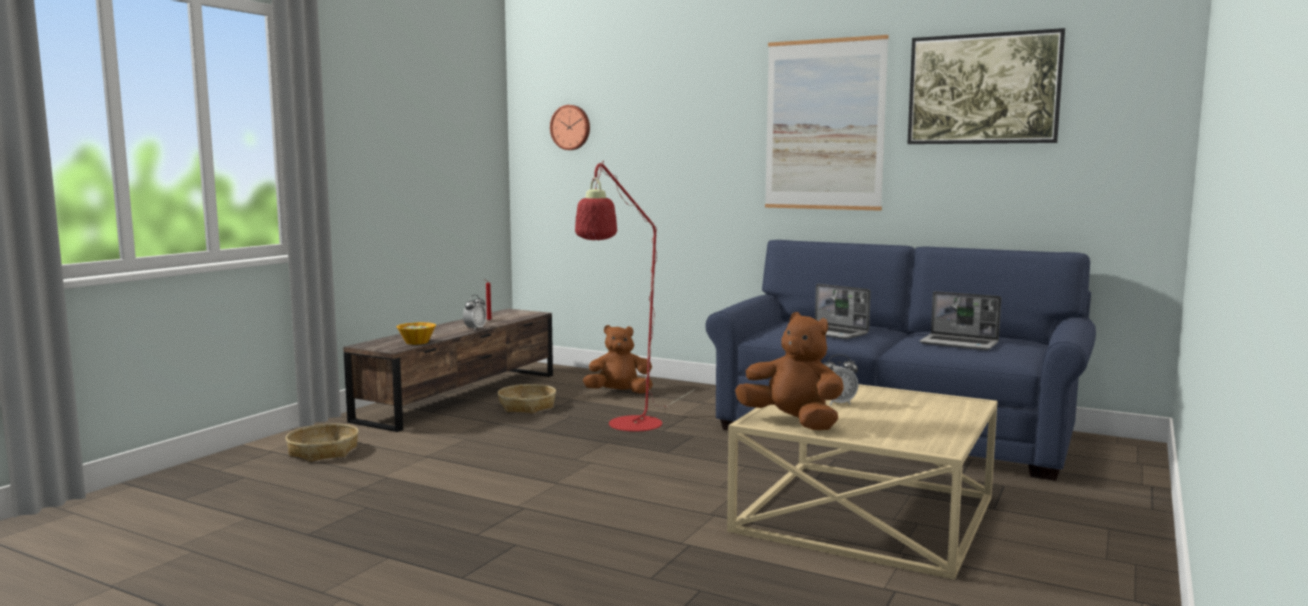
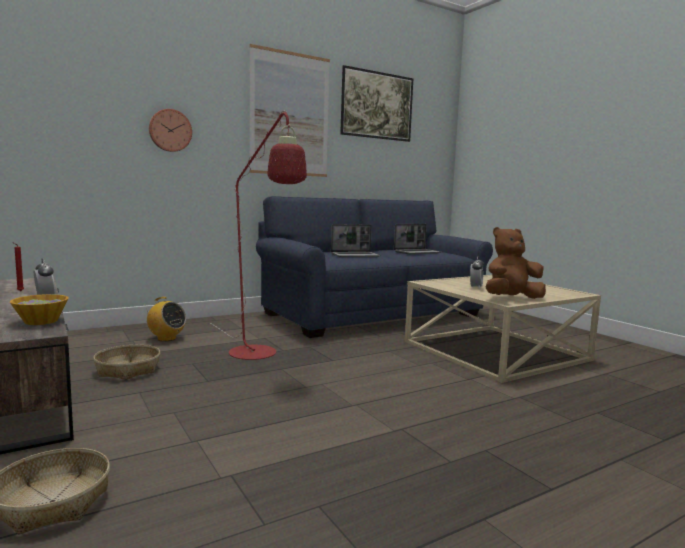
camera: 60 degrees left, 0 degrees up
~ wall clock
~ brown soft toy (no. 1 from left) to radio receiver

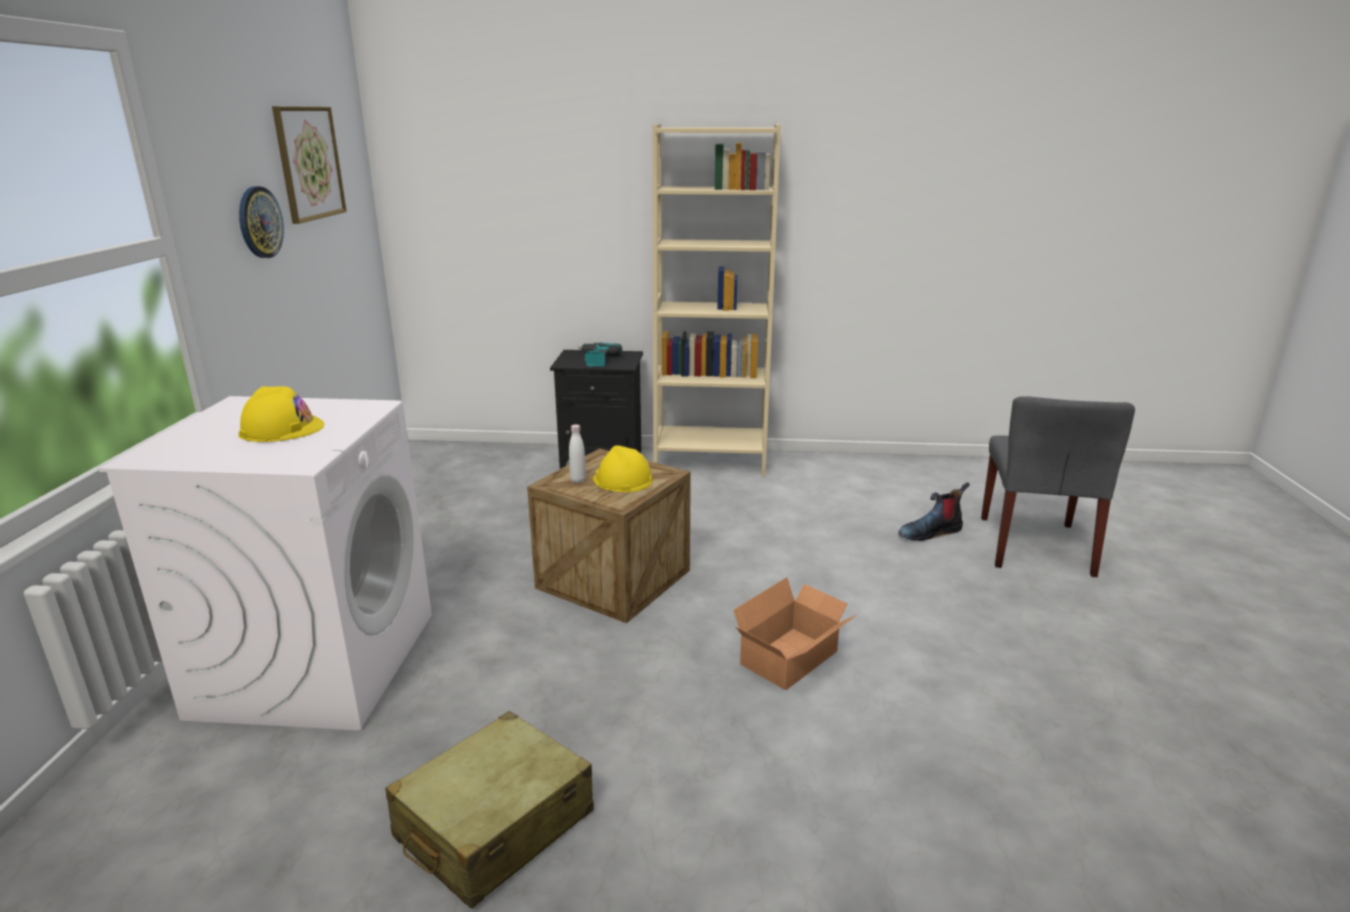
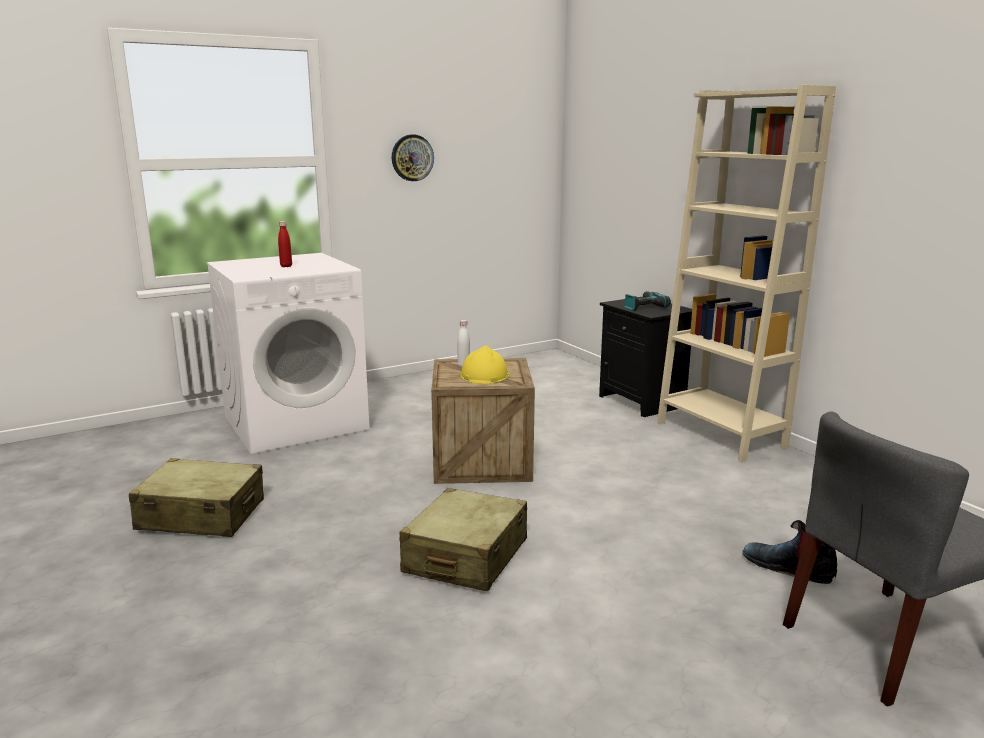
camera: 55 degrees right, 5 degrees down
- picture
~ yellowish hard hat (no. 1 from left) to red bottle
~ packing box to sand-coloured travel case (no. 2 from left)

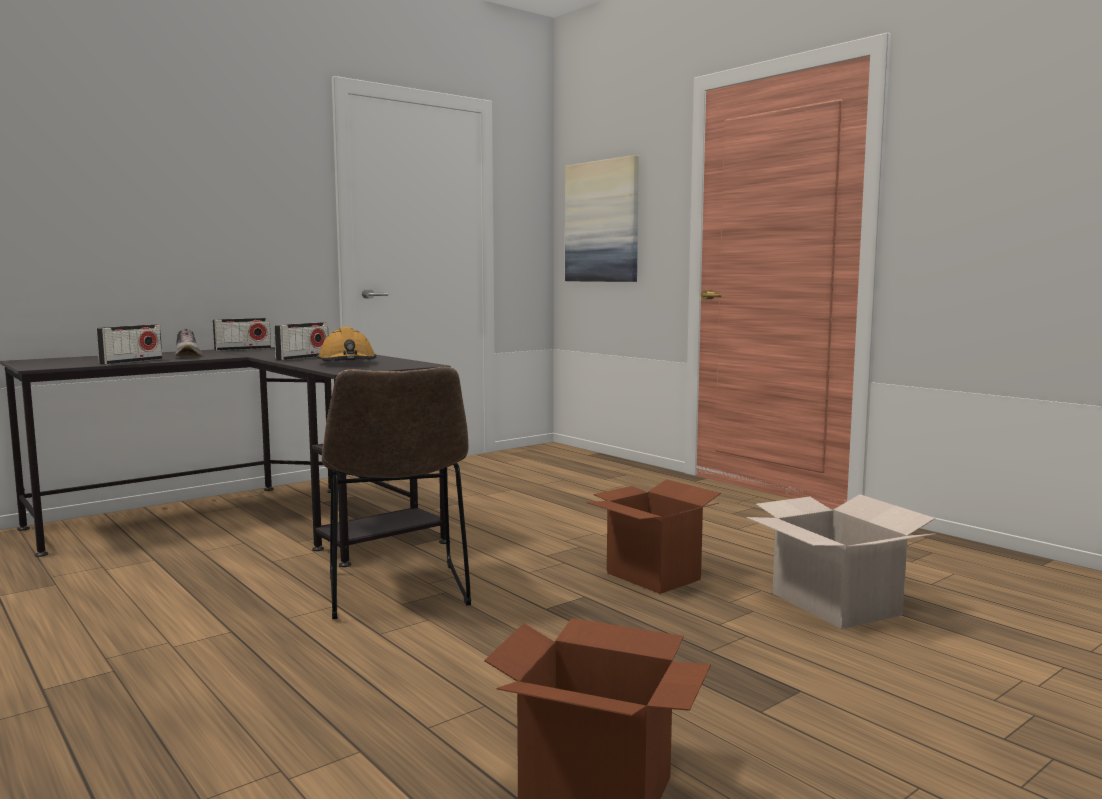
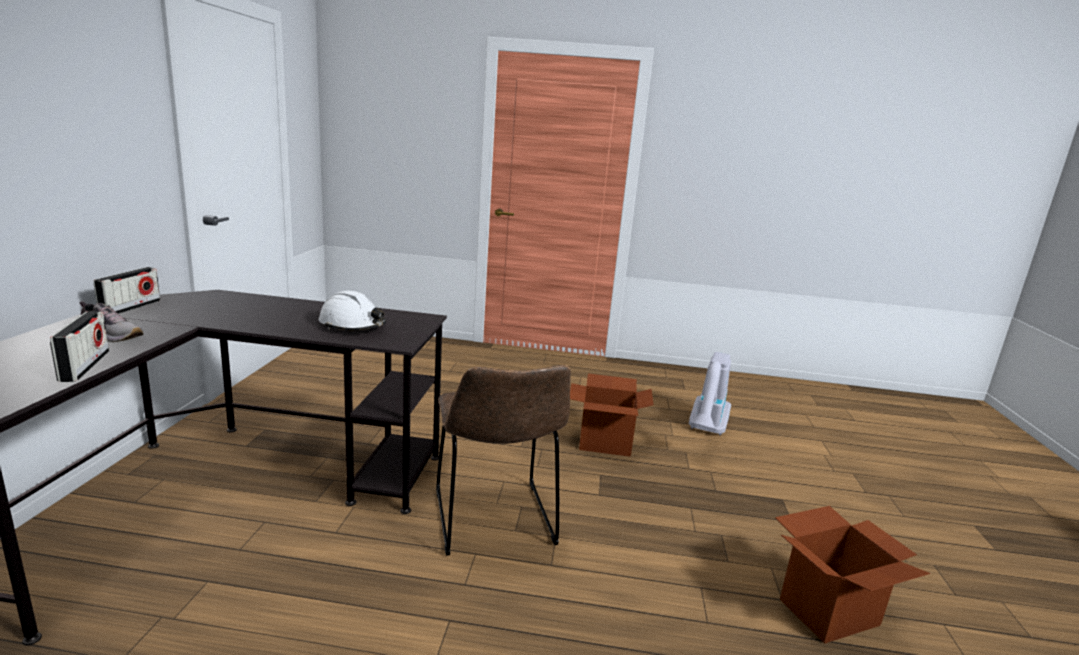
camera: 45 degrees left, 10 degrees up
- picture
- radio receiver (no. 3 from left)
~ orangey hard hat to white-coloured hard hat
~ brown upright chair 45 degrees clockwise
~ packing box (no. 3 from left) to vacuum

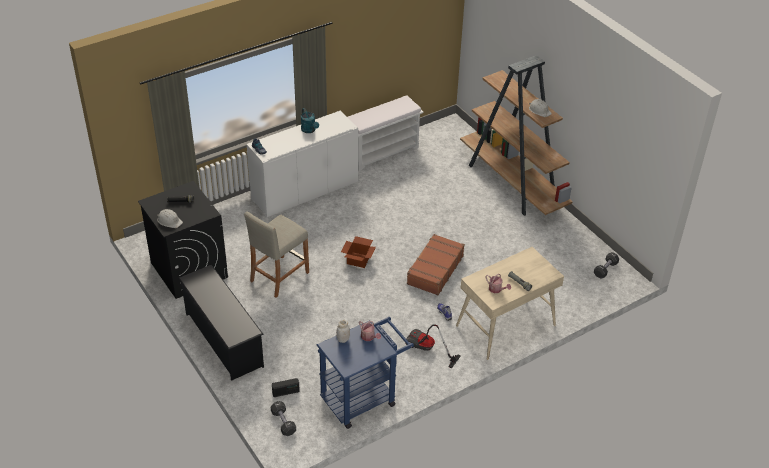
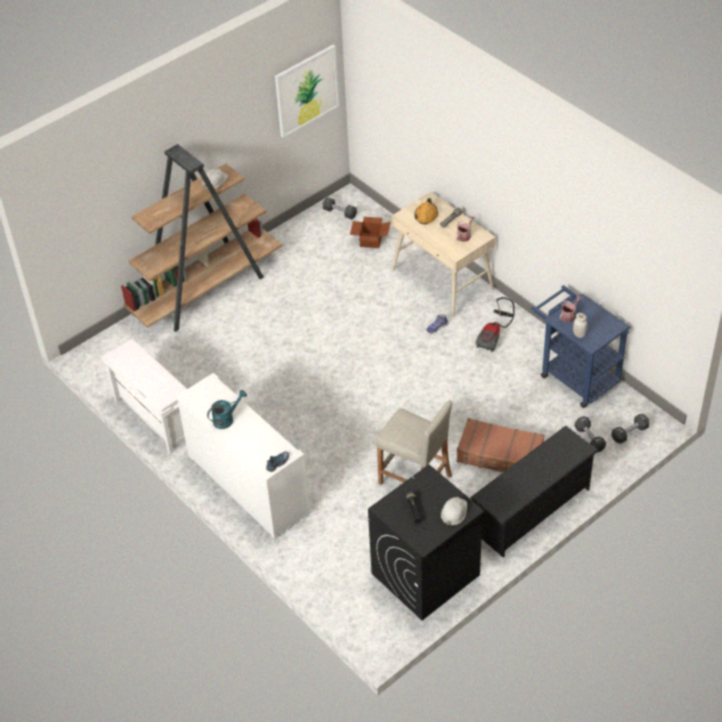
camera: 95 degrees left, 5 degrees up
~ brown travel case
~ packing box
~ radio receiver to black-coloured hand weight (no. 2 from left)
+ picture
+ orangey hard hat

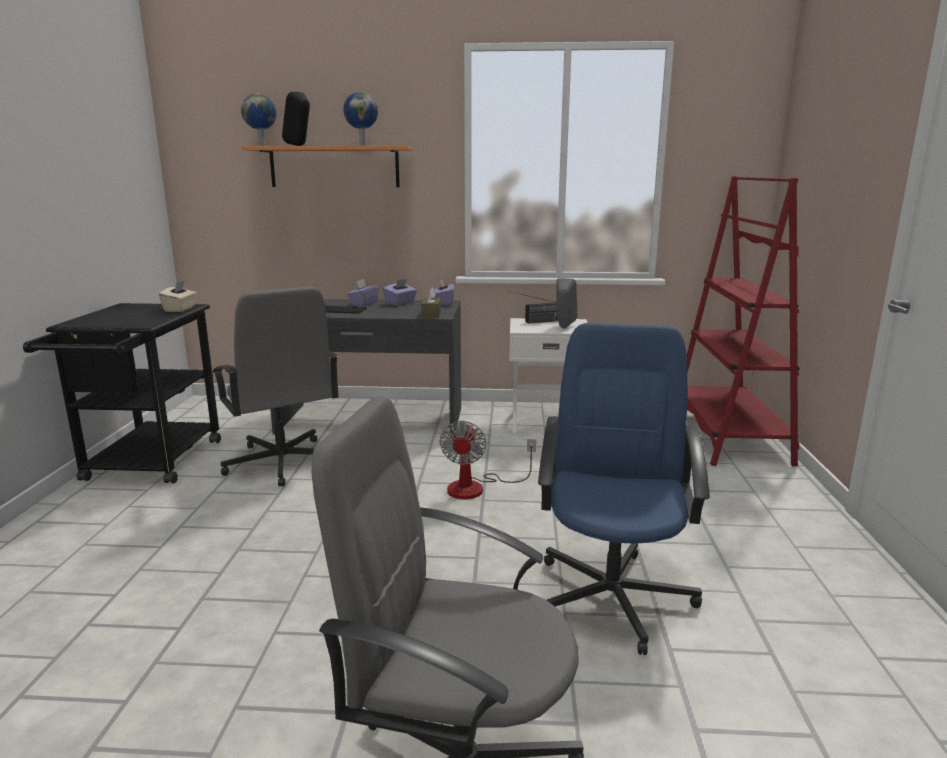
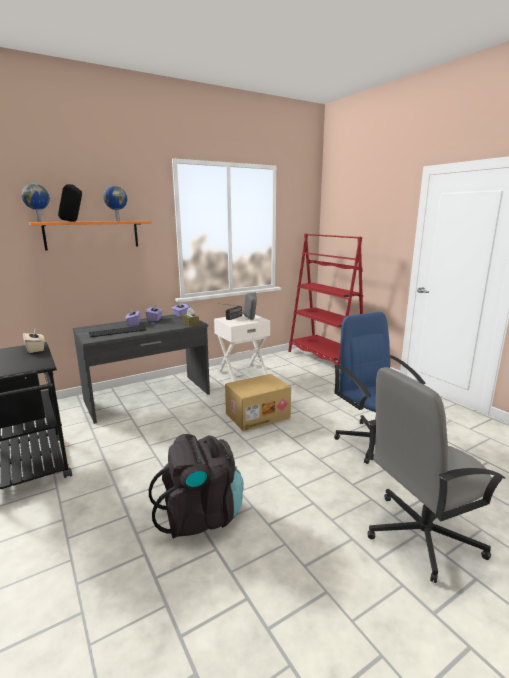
camera: 35 degrees left, 0 degrees up
- gray computer chair (no. 1 from left)
~ fan to packing box
+ black-coloured rucksack

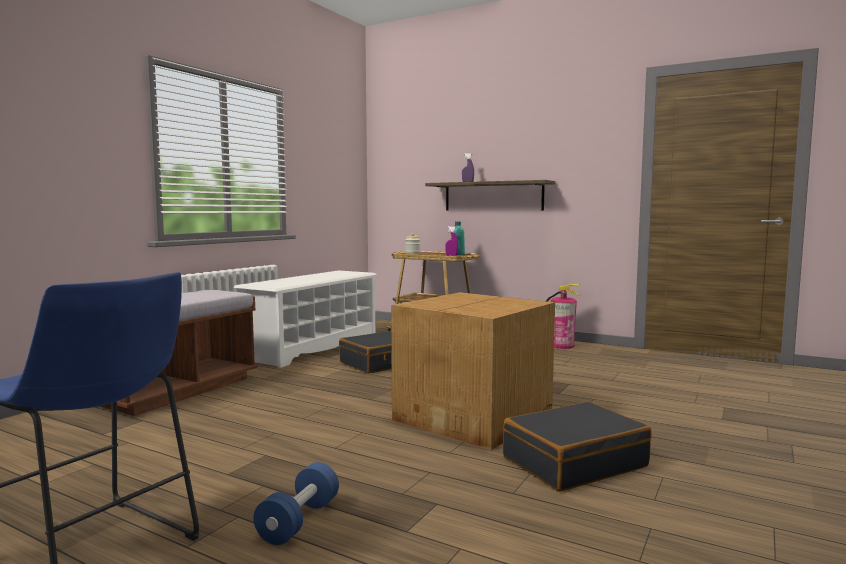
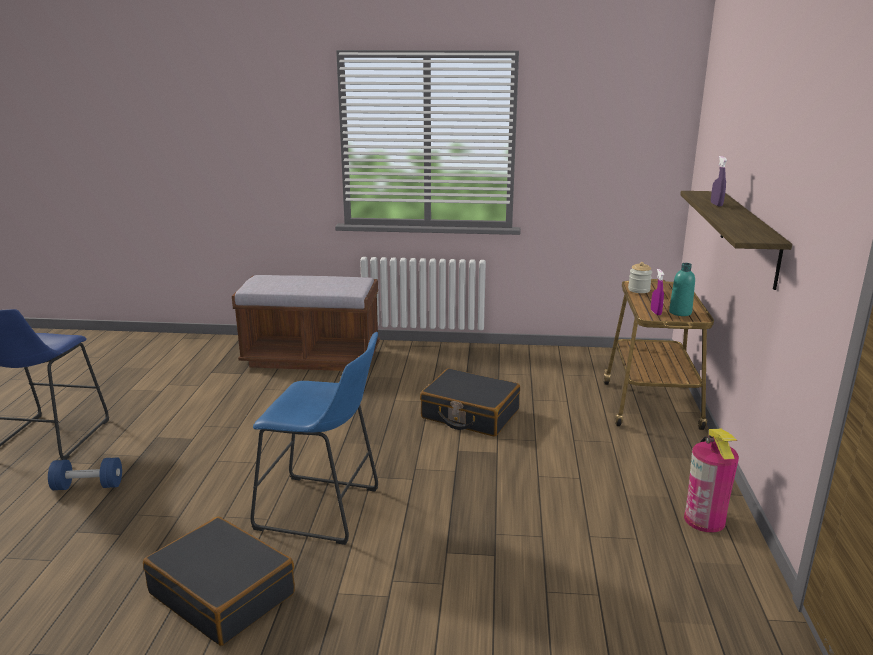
camera: 65 degrees right, 15 degrees up
- white-coloured shoe stand
~ packing box to blue stool seat (no. 2 from left)

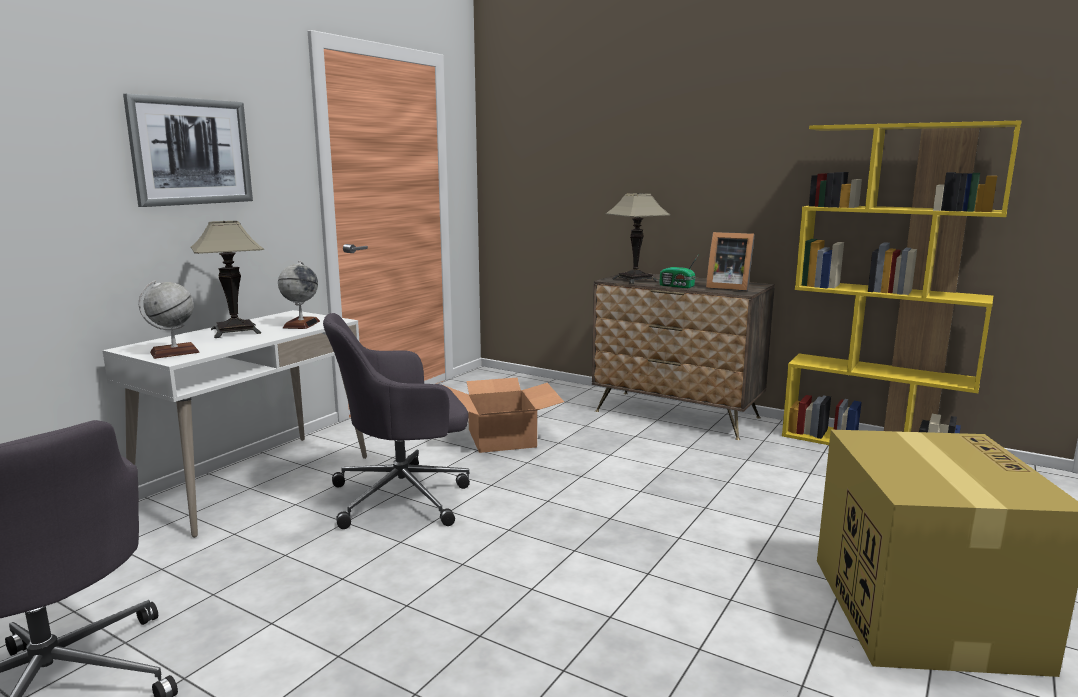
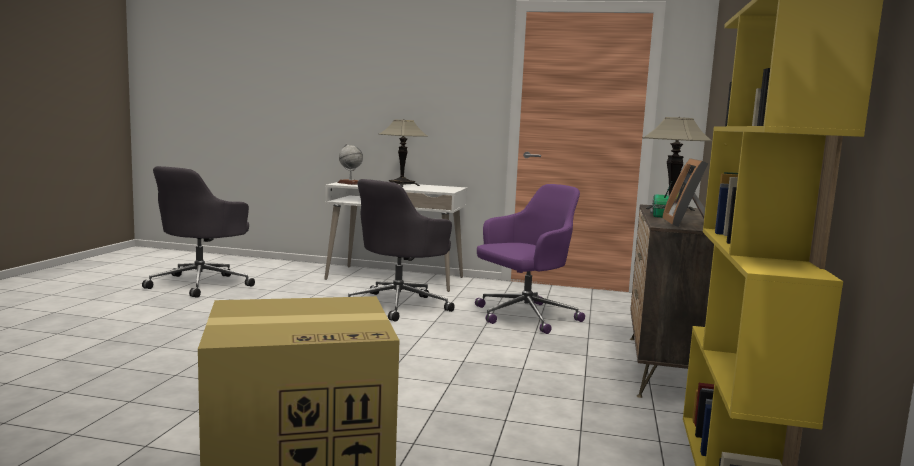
camera: 70 degrees right, 5 degrees down
- picture
- desk globe (no. 2 from left)
~ gray computer chair (no. 2 from left) 105 degrees counterclockwise
~ packing box (no. 1 from left) to purple computer chair

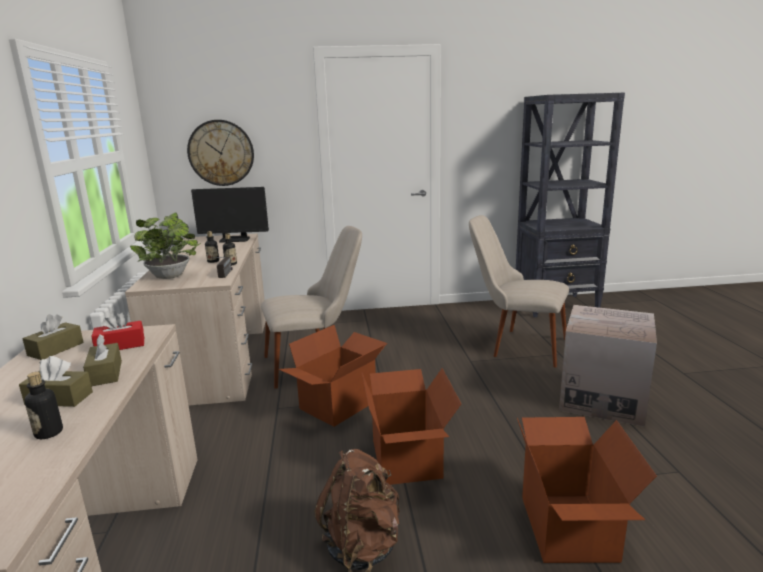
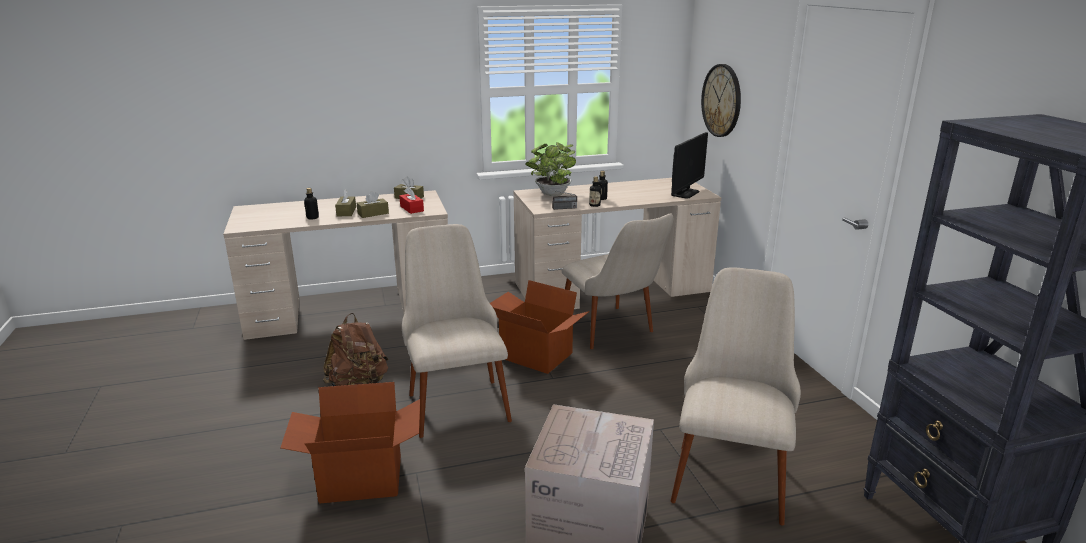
camera: 80 degrees right, 5 degrees up
~ monitor 135 degrees counterclockwise
~ packing box (no. 2 from left) to sand-coloured upright chair (no. 1 from left)

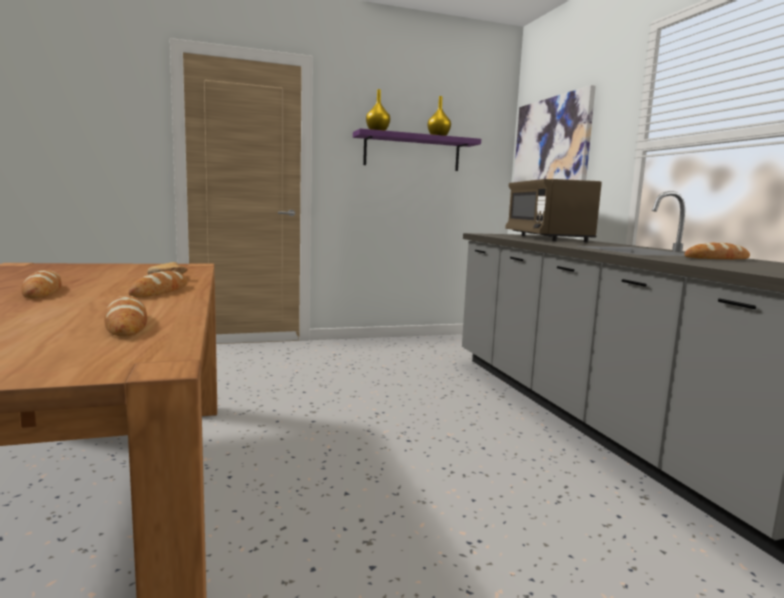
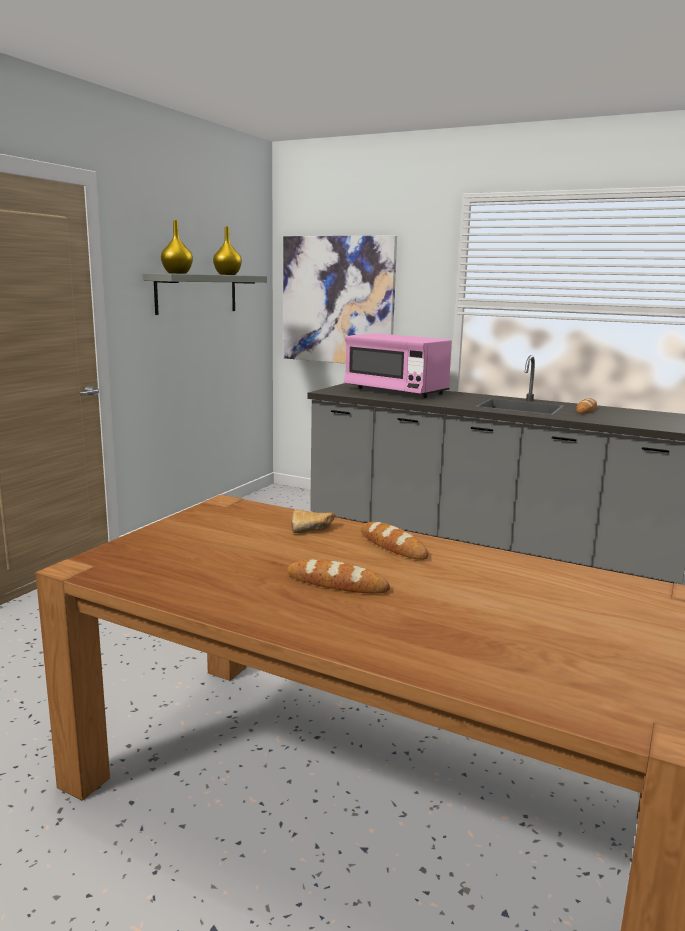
camera: 45 degrees left, 5 degrees up
~ purple shelf to gray shelf
~ brown microwave oven to pink microwave oven
- baked bread (no. 2 from left)

